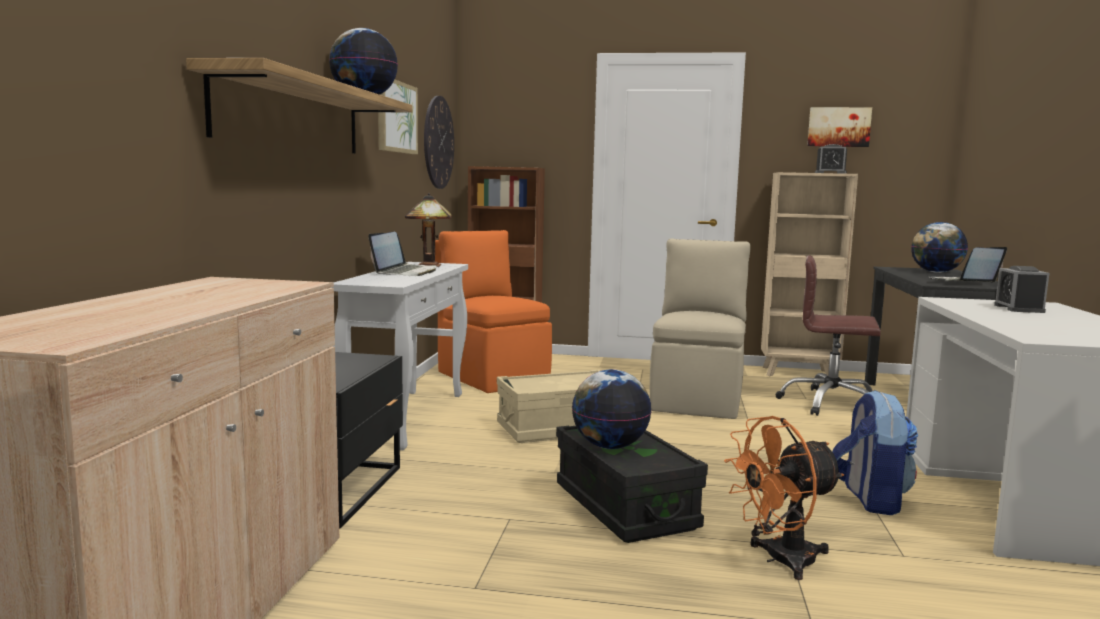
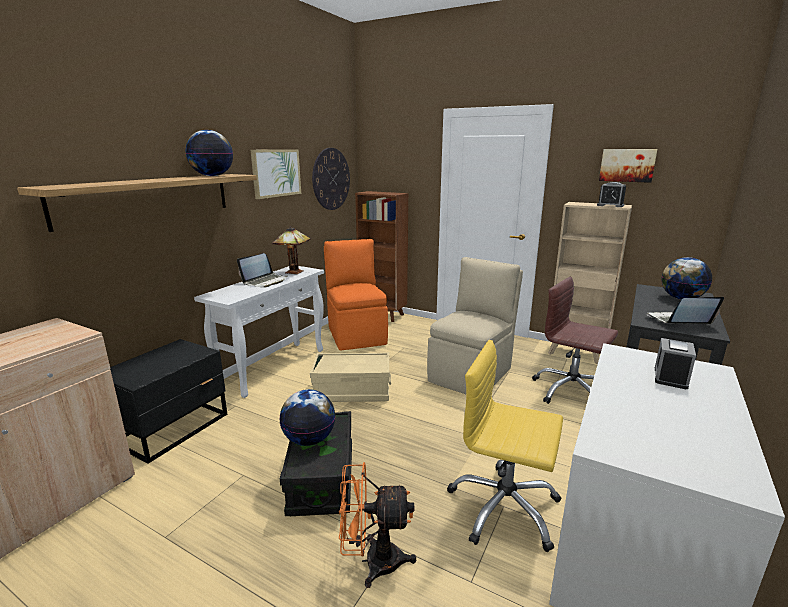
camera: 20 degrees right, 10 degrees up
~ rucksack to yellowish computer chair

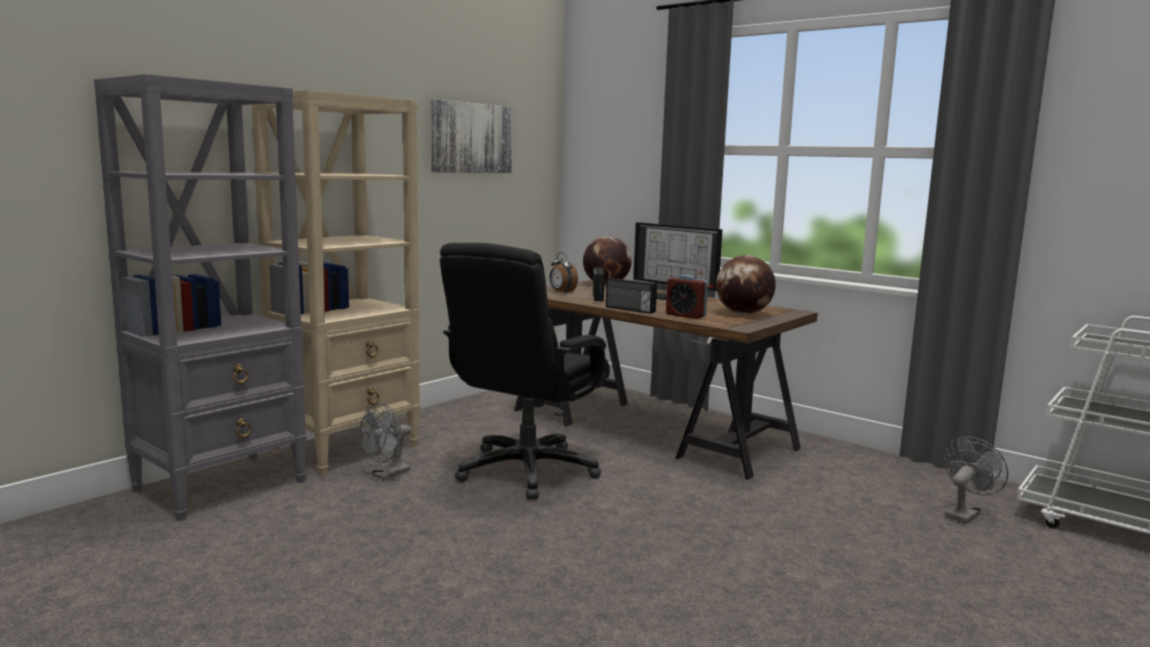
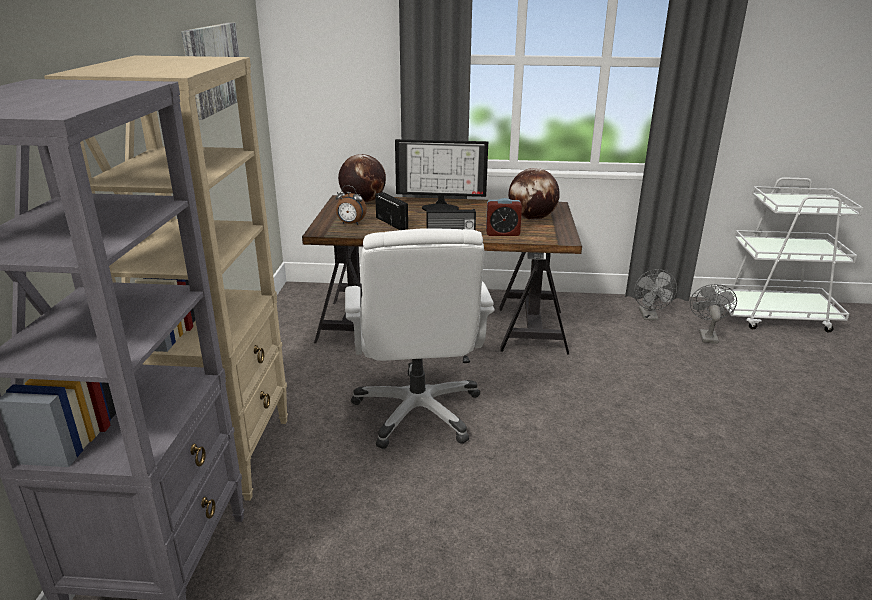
camera: 35 degrees left, 15 degrees up
~ black-coloured computer chair to white-coloured computer chair
~ gray fan (no. 1 from left)

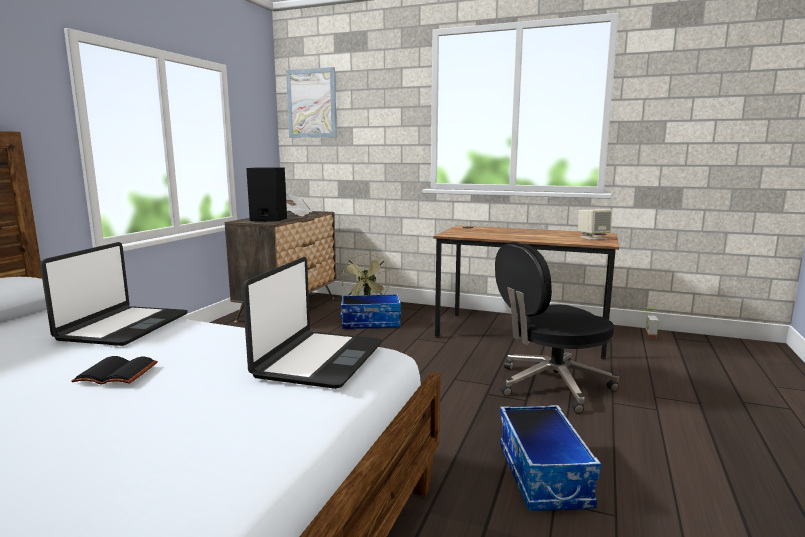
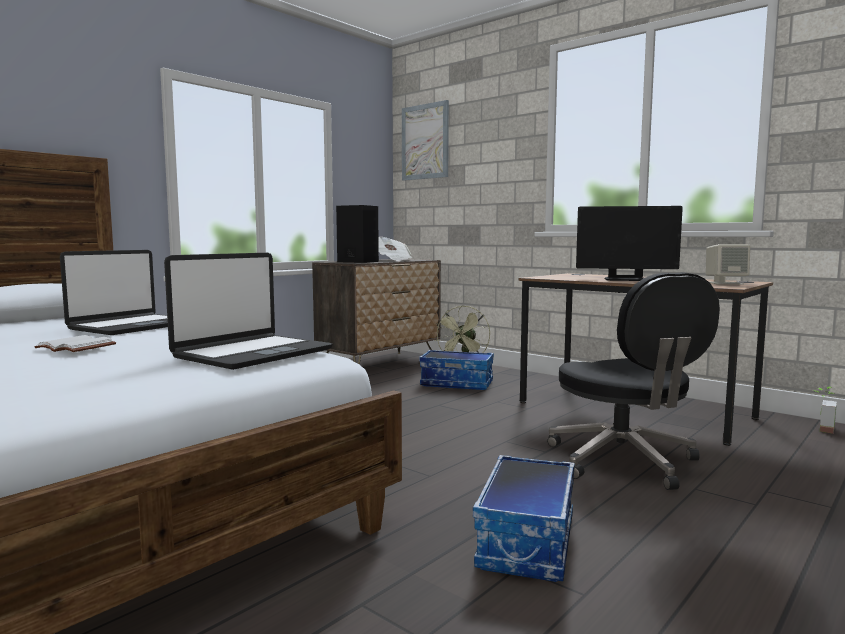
camera: 20 degrees right, 5 degrees down
~ black-coloured computer chair 105 degrees counterclockwise
~ black-coloured bound book to white-coloured bound book
+ monitor

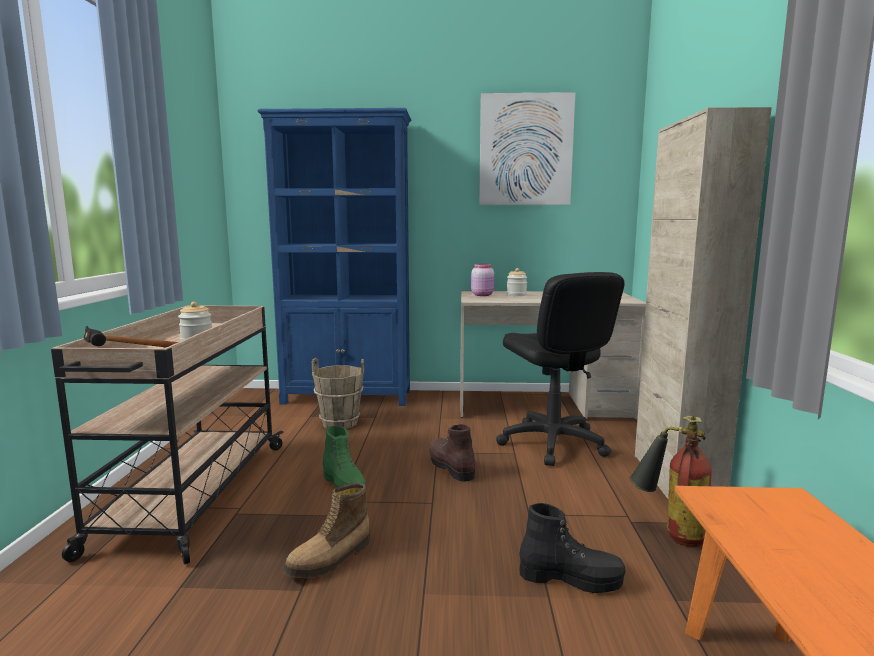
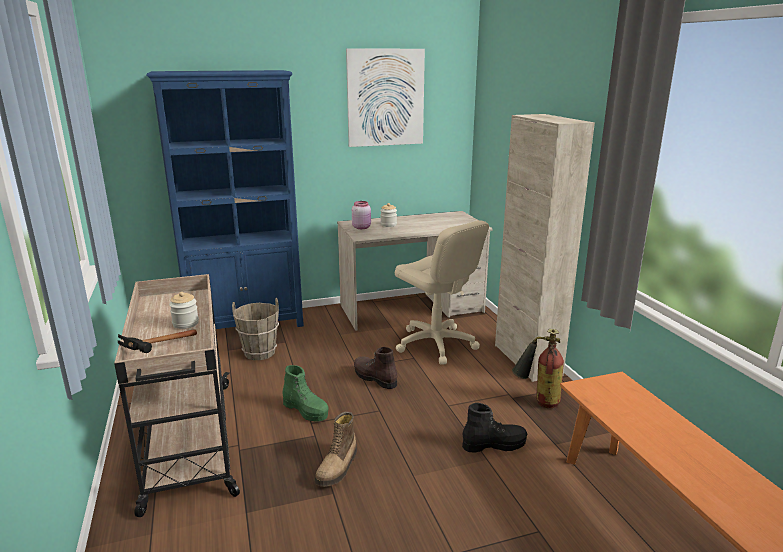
camera: 20 degrees left, 10 degrees up
~ black-coloured computer chair to sand-coloured computer chair

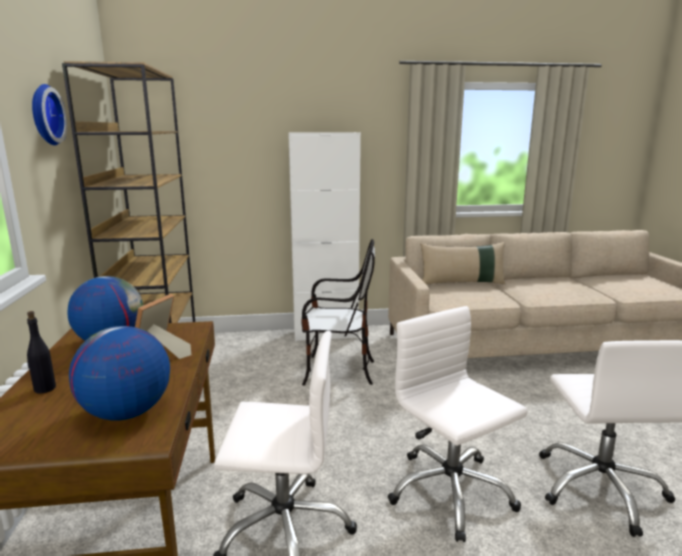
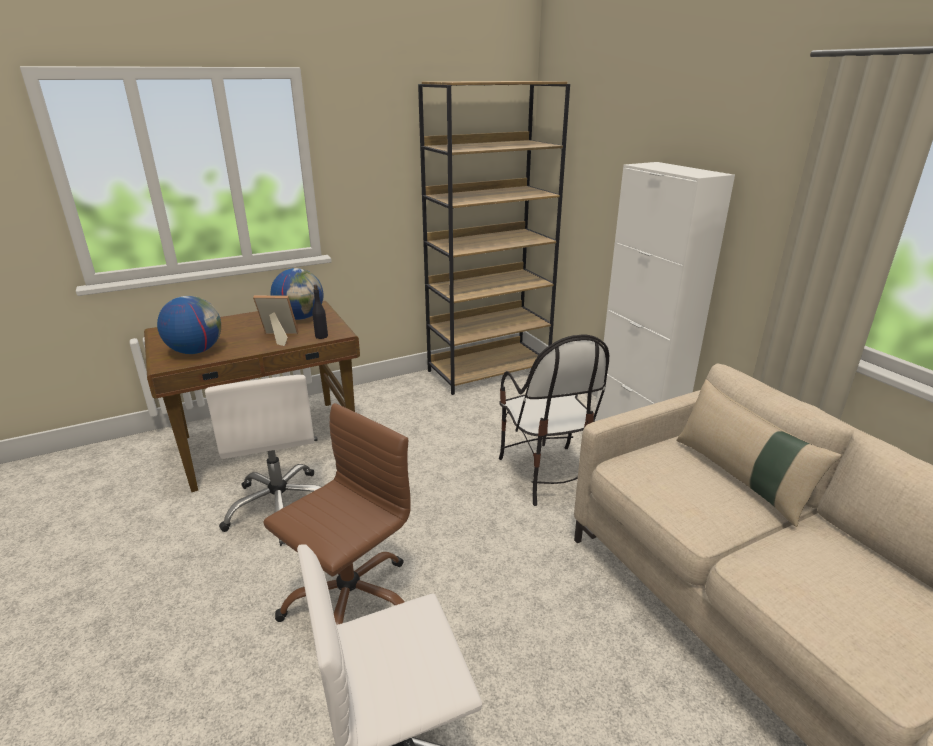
camera: 70 degrees right, 10 degrees up
- wall clock
~ white-coloured computer chair (no. 2 from left) to brown computer chair
~ black-coloured bottle

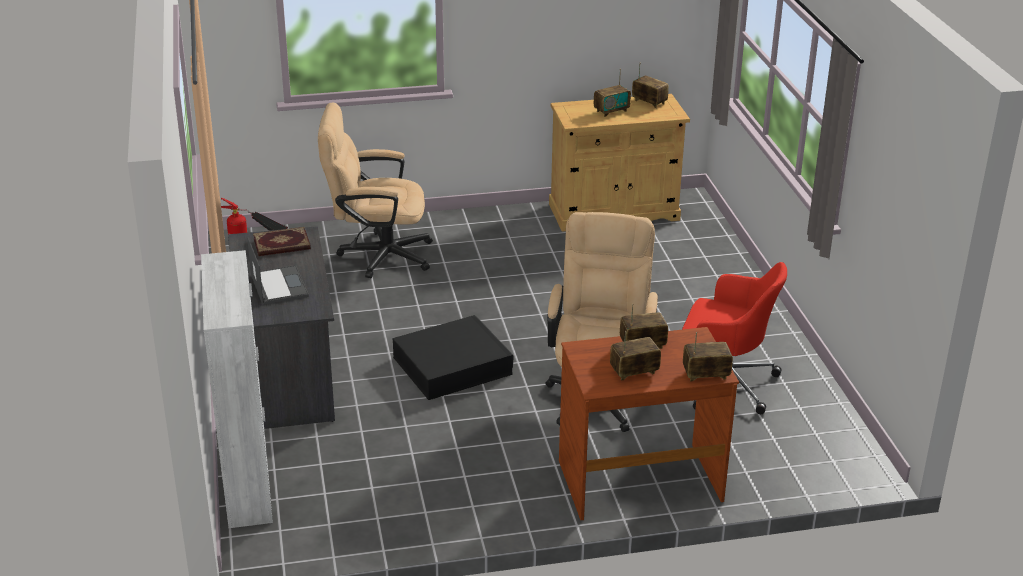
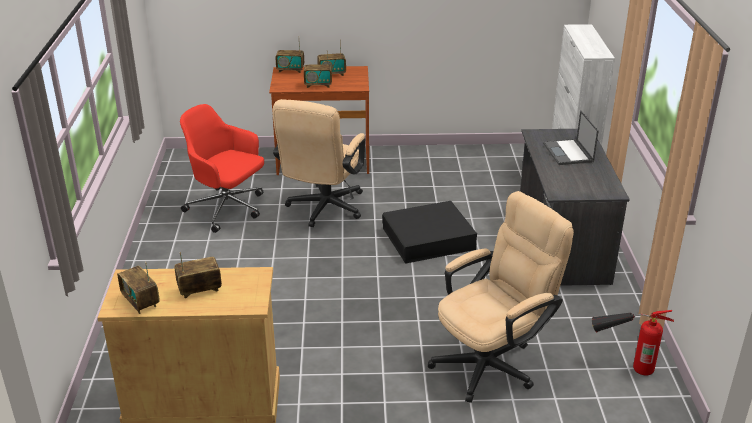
camera: 170 degrees left, 0 degrees up
~ sand-coloured computer chair (no. 1 from left in the first image) 45 degrees counterclockwise
- bound book

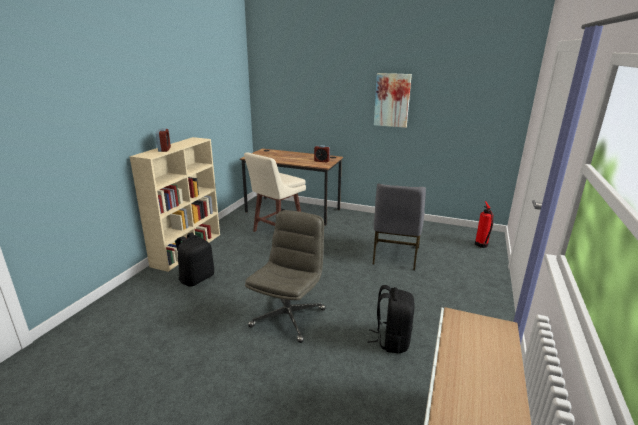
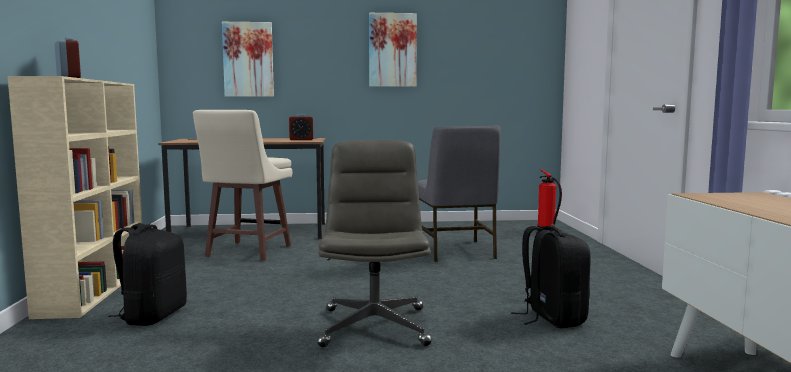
camera: 25 degrees left, 15 degrees down
+ picture (no. 1 from left)

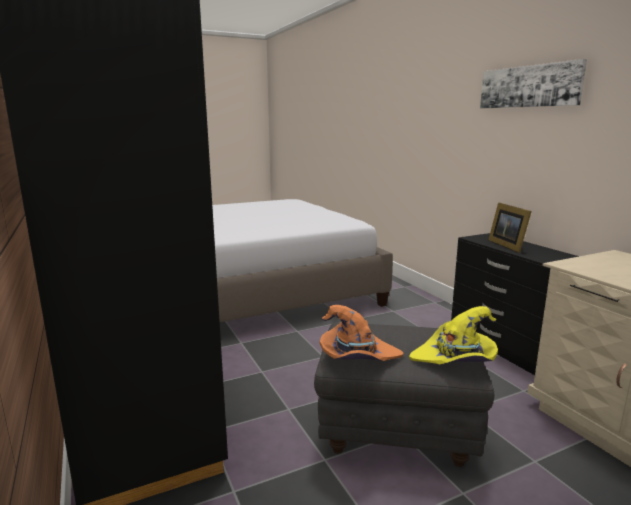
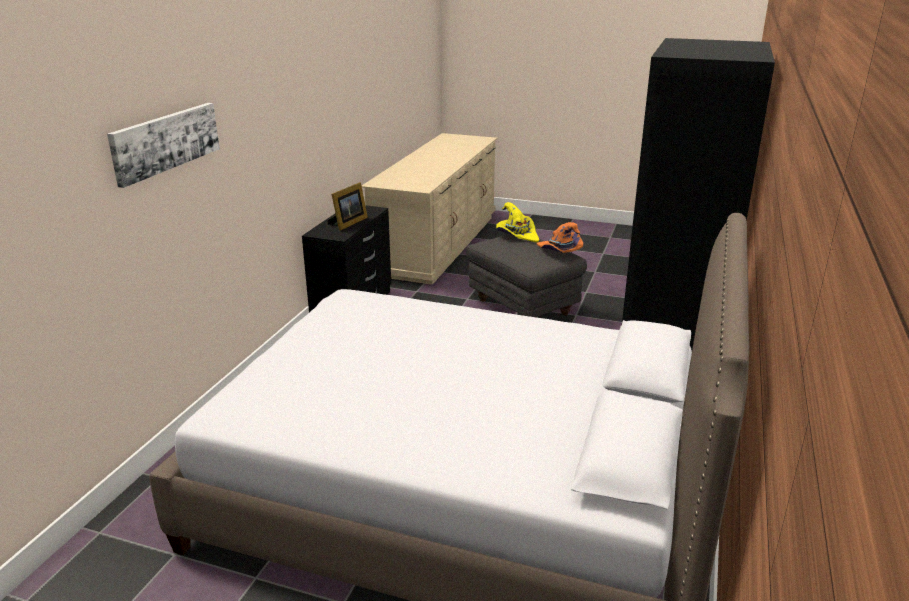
camera: 135 degrees left, 10 degrees up
~ picture

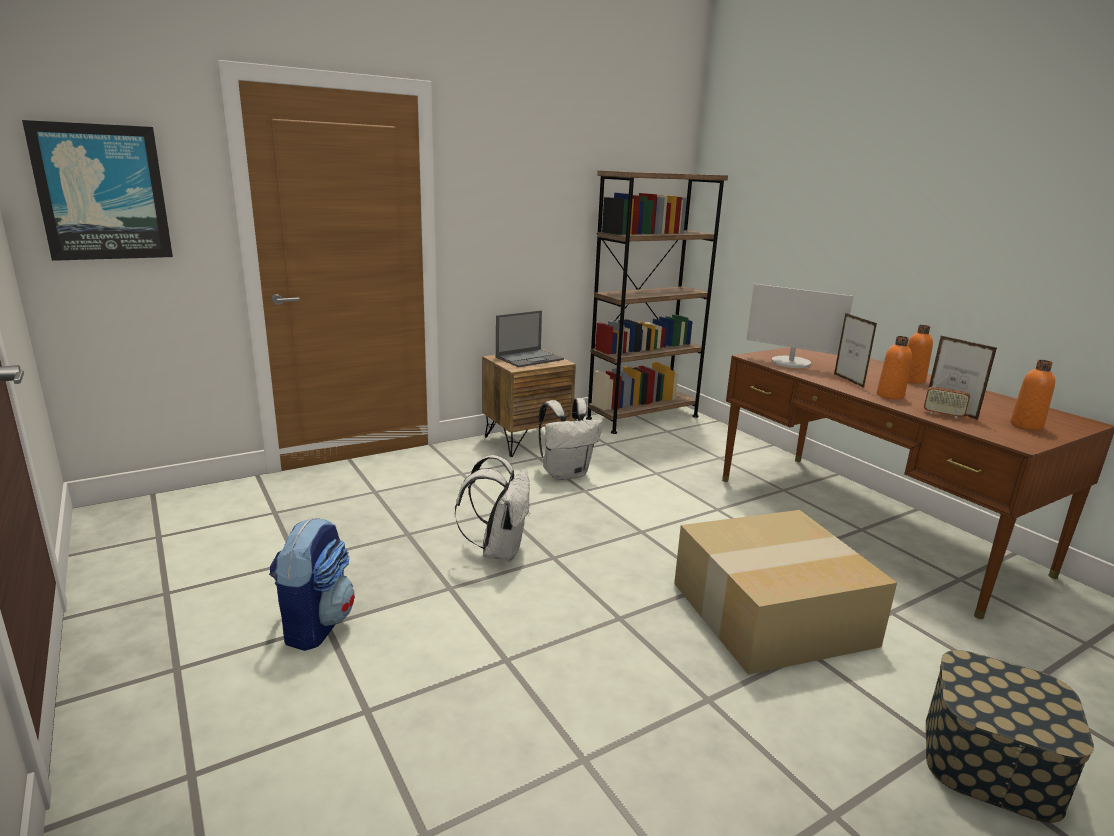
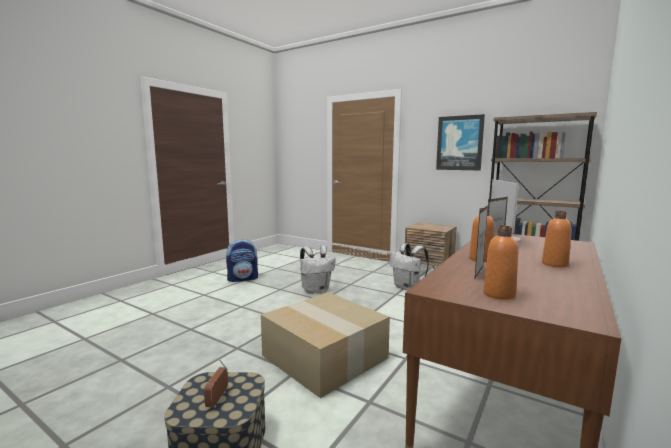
camera: 65 degrees right, 10 degrees down
~ picture
- notebook computer
~ radio receiver

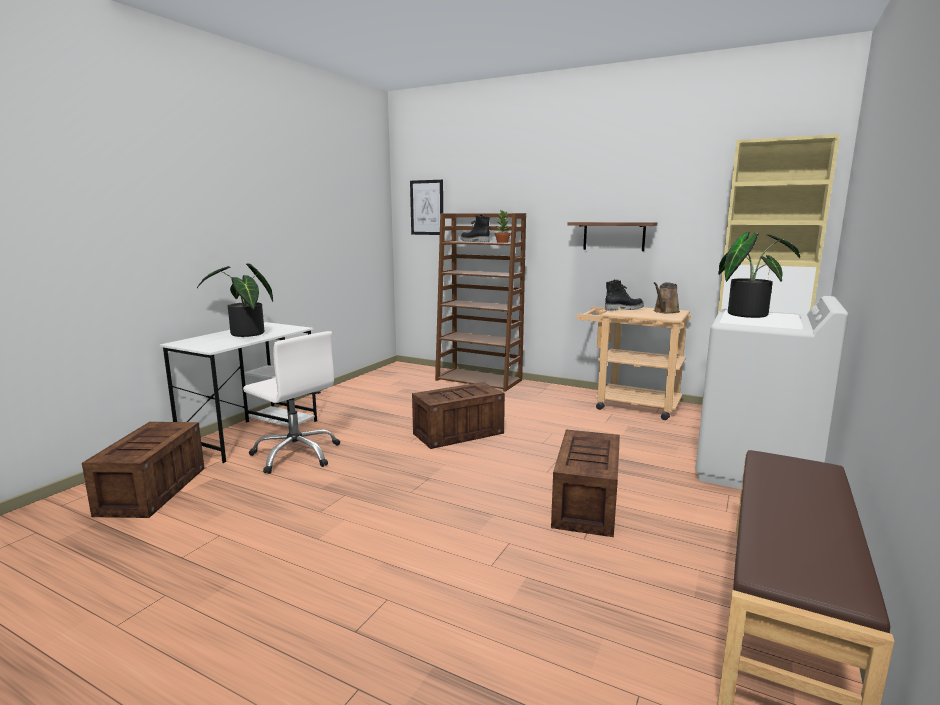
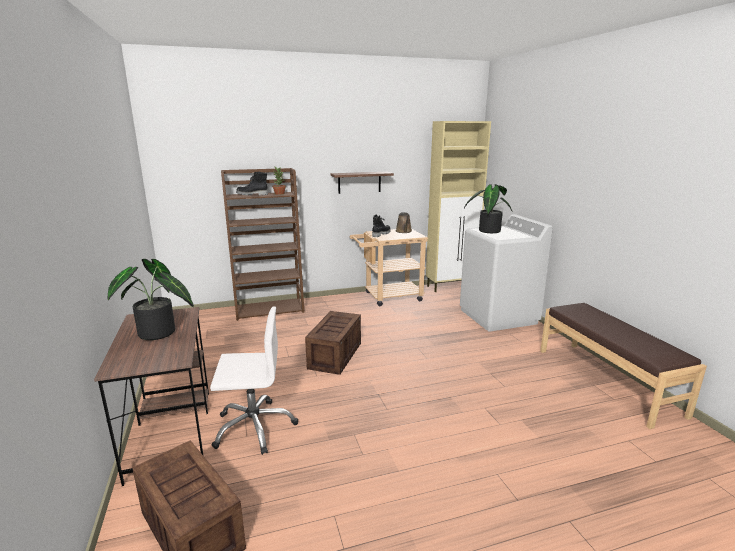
camera: 45 degrees left, 5 degrees up
- picture
~ white-coloured desk unit to brown desk unit
- packing crate (no. 3 from left)

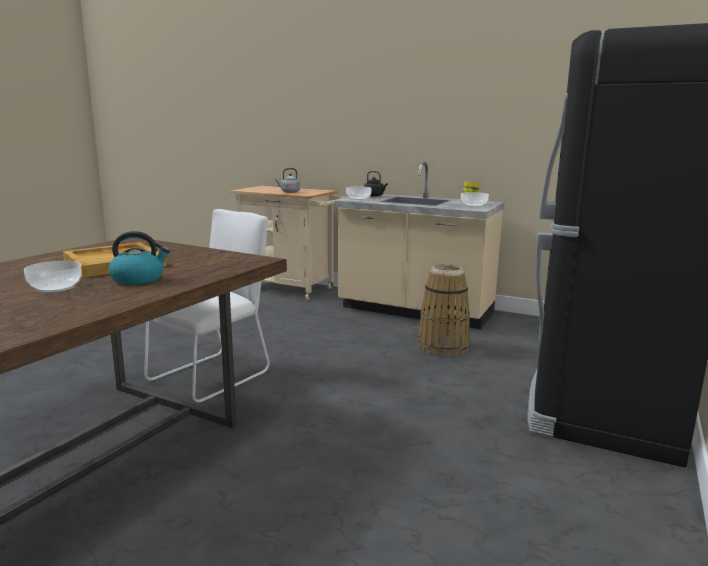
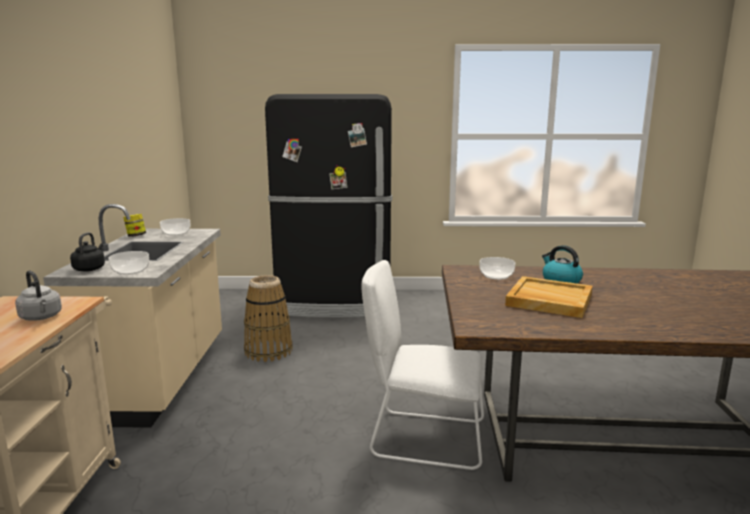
camera: 115 degrees left, 0 degrees up
~ bowl (no. 1 from left in the first image) to bowl (no. 3 from left)

